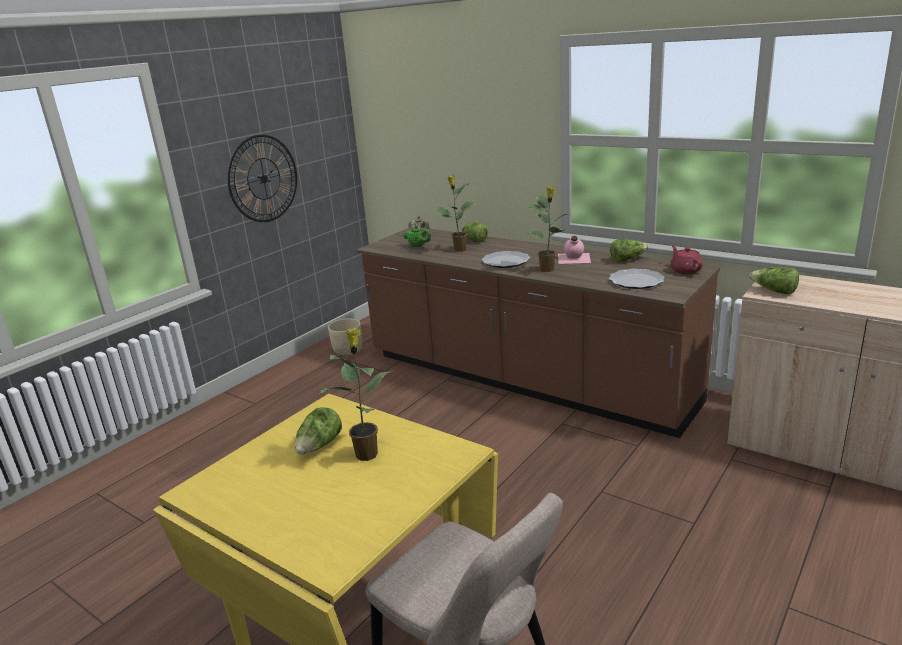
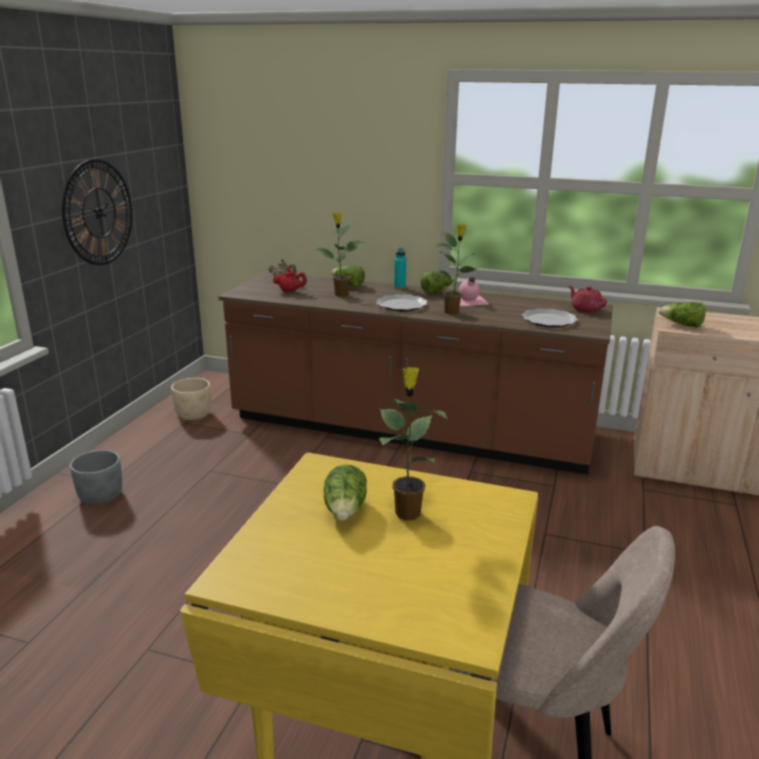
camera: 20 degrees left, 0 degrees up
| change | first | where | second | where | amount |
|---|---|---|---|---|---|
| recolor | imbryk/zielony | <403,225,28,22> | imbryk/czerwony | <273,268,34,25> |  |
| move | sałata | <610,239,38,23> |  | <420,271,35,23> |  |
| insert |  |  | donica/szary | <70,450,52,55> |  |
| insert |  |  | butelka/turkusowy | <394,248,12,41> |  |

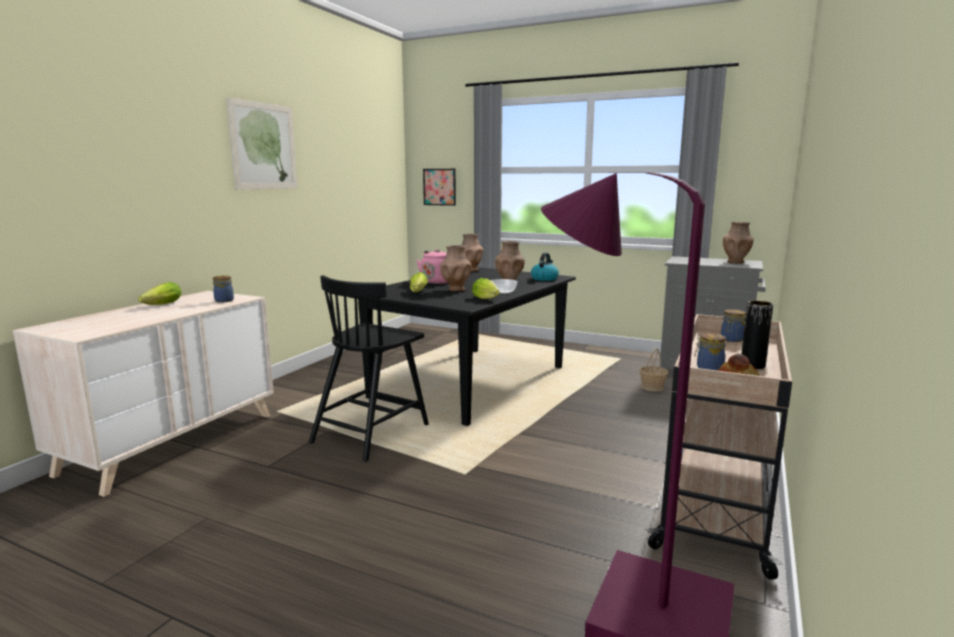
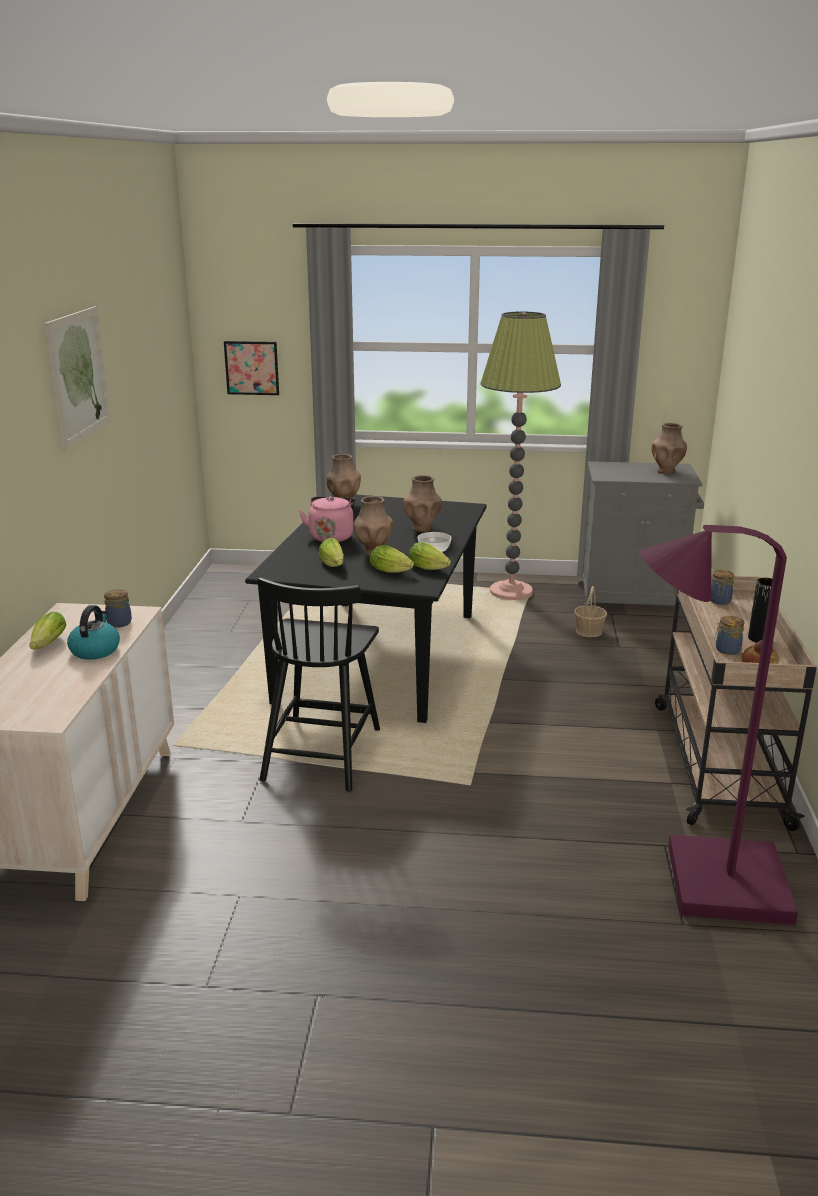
camera: 20 degrees left, 10 degrees up
| change | first | where | second | where | amount |
|---|---|---|---|---|---|
| move | czajnik | <531,253,28,28> |  | <67,605,53,55> |  |
| insert |  |  | sałata | <370,545,44,28> |  |
| insert |  |  | lampa stojąca | <480,312,81,288> |  |

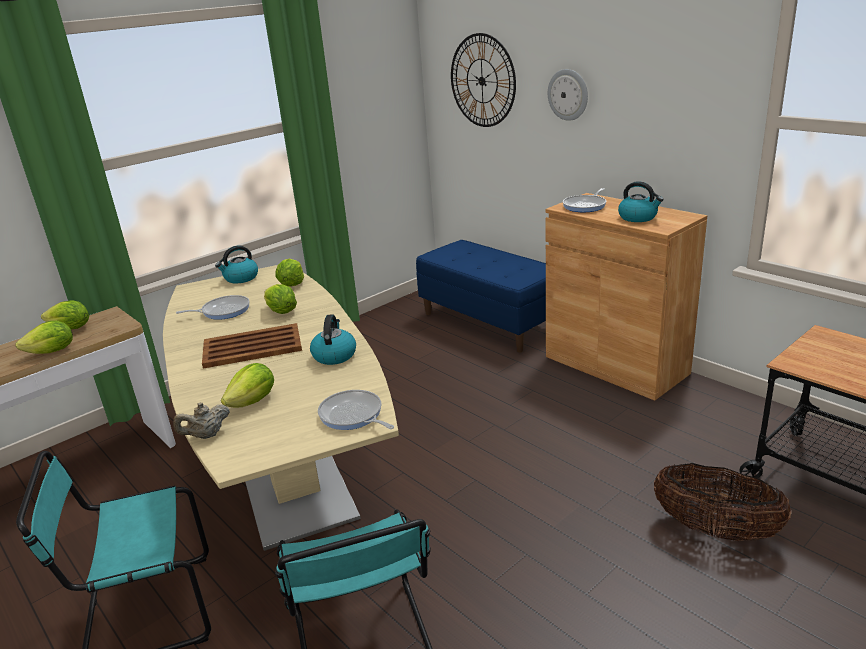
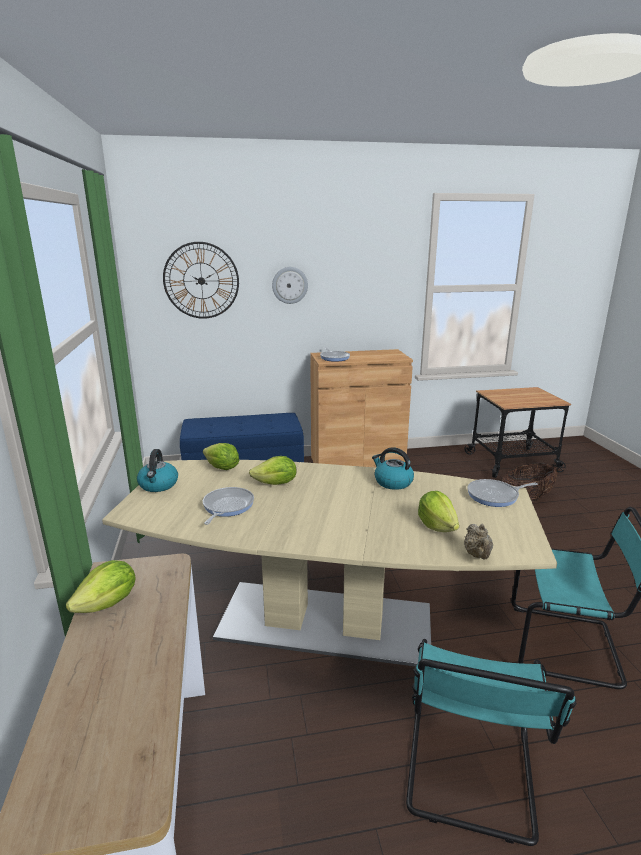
camera: 60 degrees left, 5 degrees down
| change | first | where | second | where | amount |
|---|---|---|---|---|---|
| delete | sałata | <16,320,57,34> |  |  |  |
| delete | taca/brązowy | <202,323,100,46> |  |  |  |
| delete | czajnik | <618,181,46,41> |  |  |  |

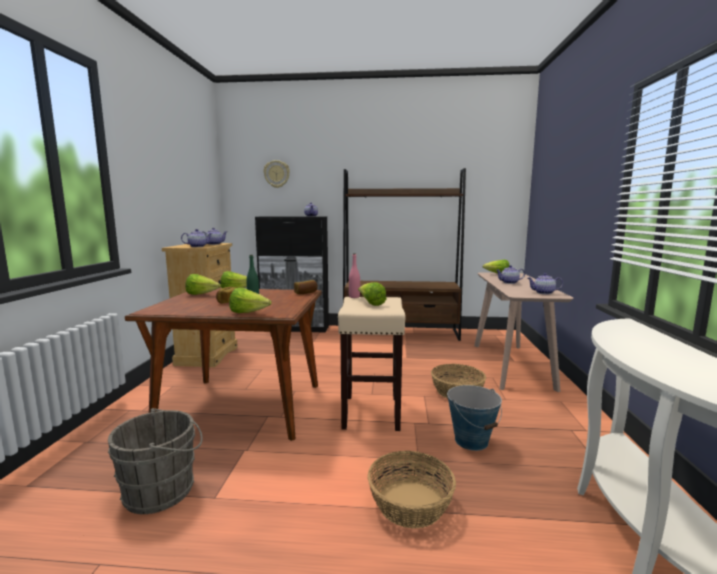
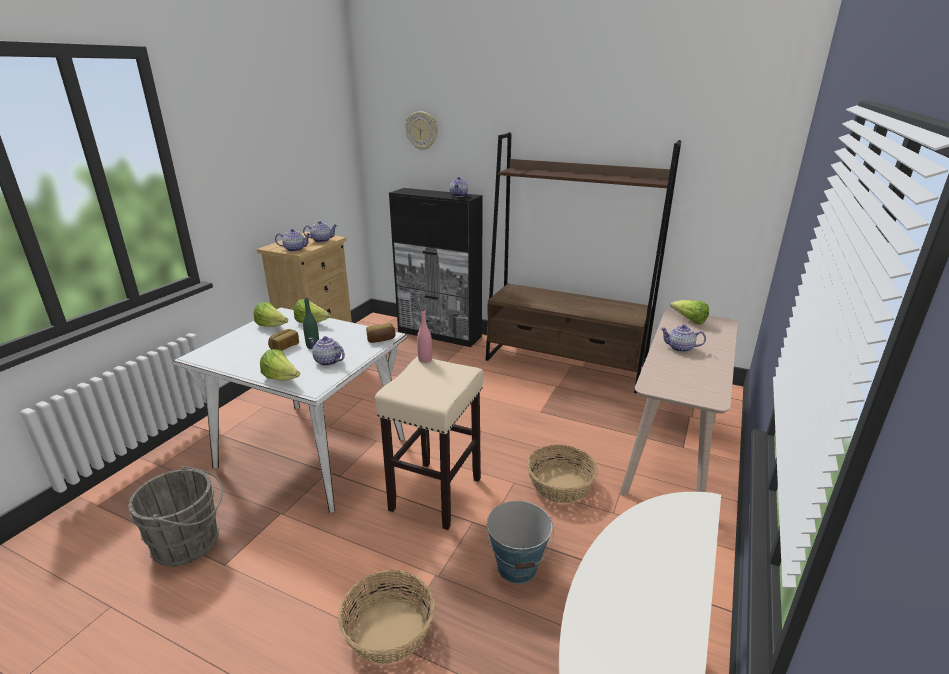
camera: 20 degrees right, 15 degrees up
| change | first | where | second | where | amount |
|---|---|---|---|---|---|
| recolor | stół jadalny/brązowy | <125,288,197,153> | stół jadalny/biały | <173,308,234,205> |  |
| delete | sałata | <358,282,28,24> |  |  |  |
| move | imbryk | <528,273,35,21> |  | <309,336,36,30> |  |

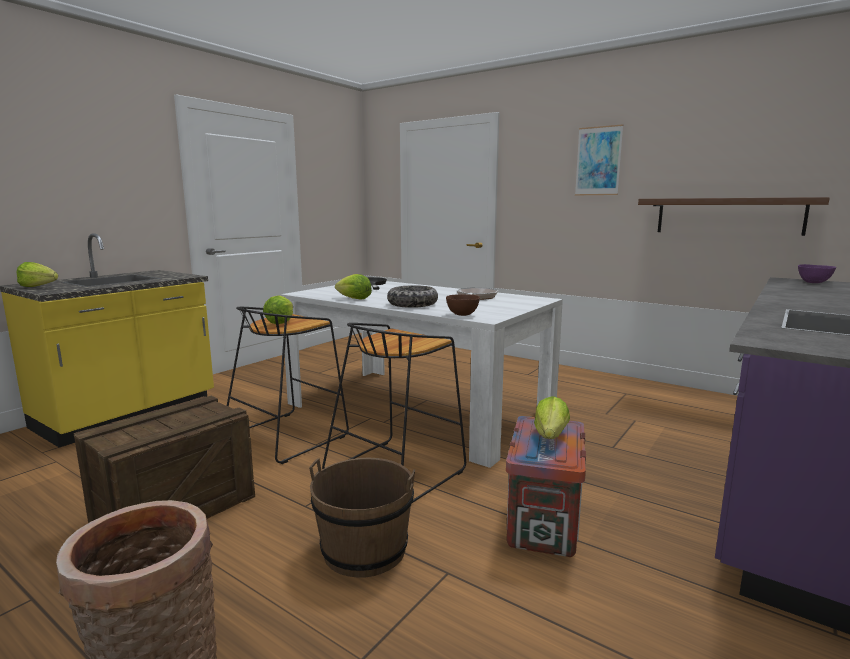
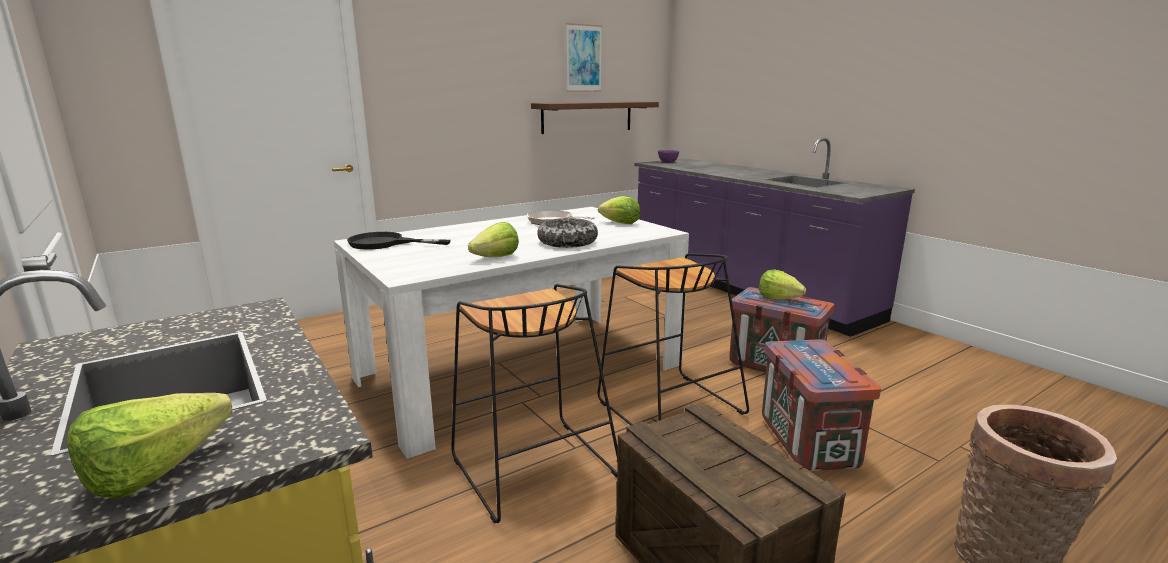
camera: 70 degrees left, 5 degrees up
| change | first | where | second | where | amount |
|---|---|---|---|---|---|
| move | sałata | <263,295,30,29> |  | <598,196,42,28> |  |
| replace | wiadro/brązowy | <309,458,106,120> | skrzynka | <762,339,119,132> |  |
| delete | miska/brązowy | <446,294,34,22> |  |  |  |
| move | obraz | <575,124,48,72> |  | <566,23,36,69> |  |

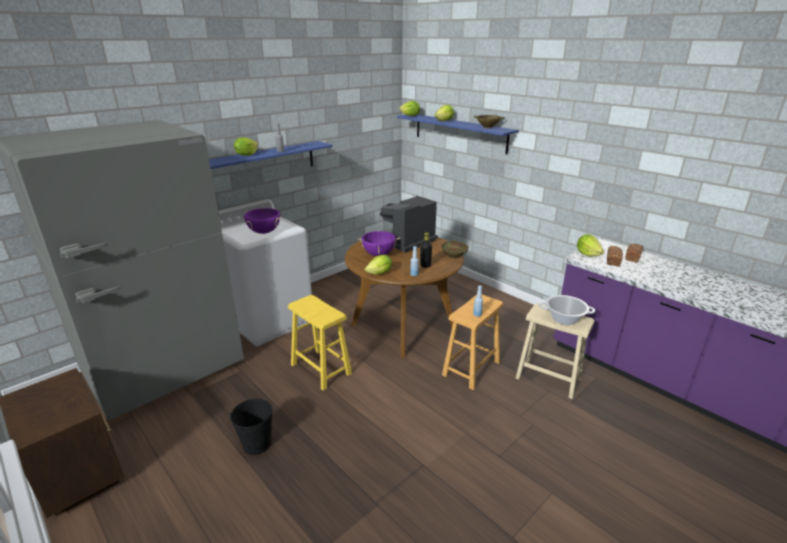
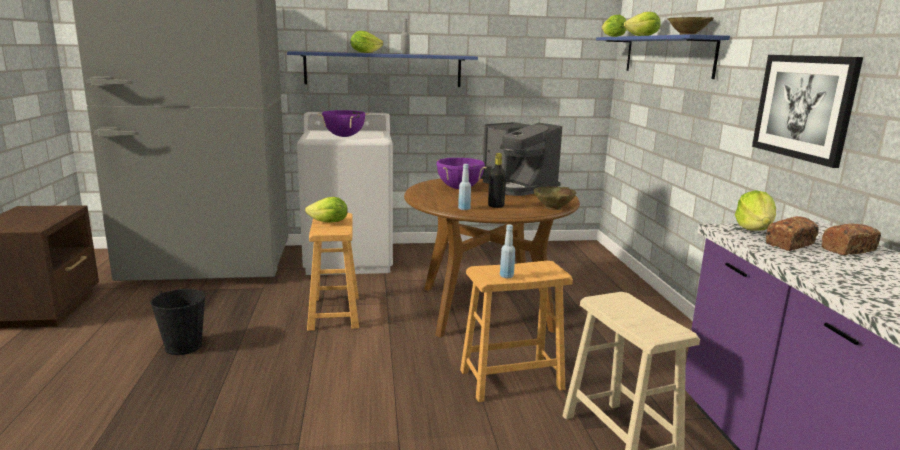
camera: 35 degrees right, 10 degrees down
| change | first | where | second | where | amount |
|---|---|---|---|---|---|
| recolor | stołek/żółty | <288,295,64,95> | stołek/brązowy | <307,213,52,118> |  |
| move | sałata | <364,255,28,20> |  | <305,197,43,26> |  |
| rotate | ekspres do kawy | <380,196,58,56> |  | <480,122,82,74> | 120 degrees counterclockwise |
| delete | garnek | <539,295,56,30> |  |  |  |
| insert |  |  | obraz | <752,55,111,113> |  |

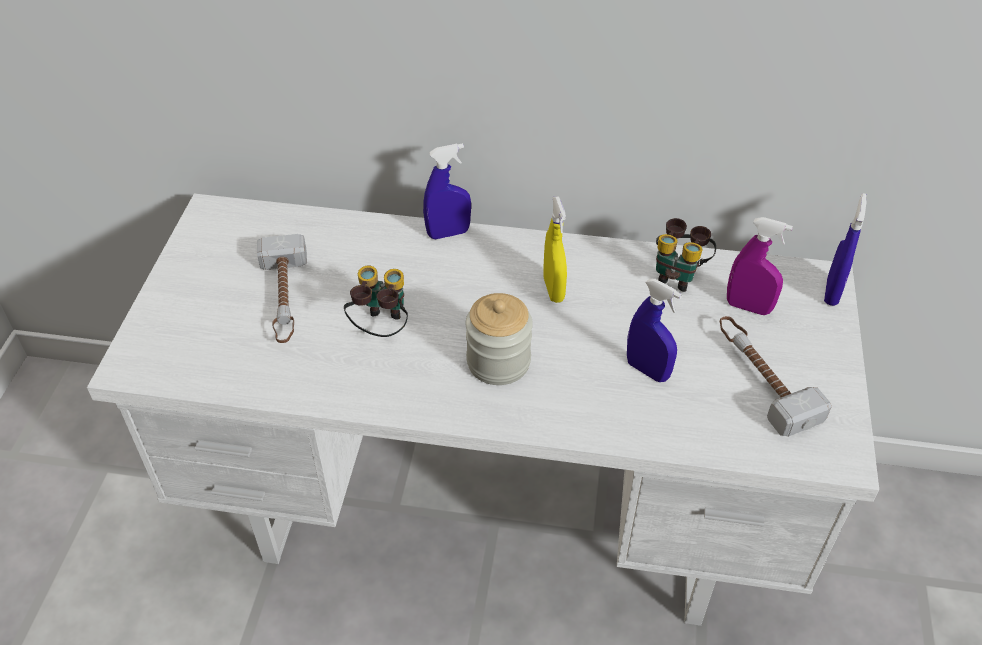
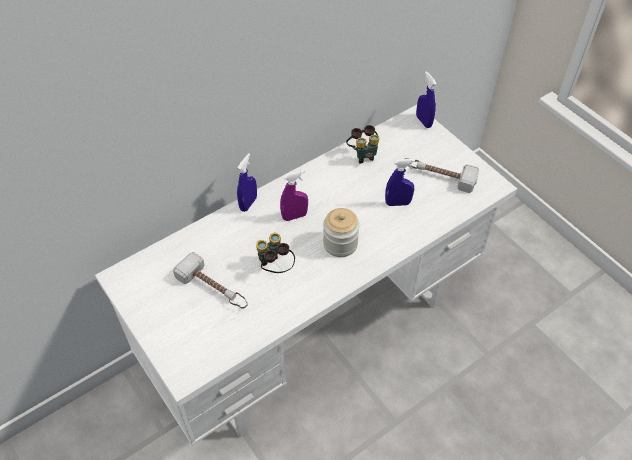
camera: 45 degrees left, 5 degrees up
| change | first | where | second | where | amount |
|---|---|---|---|---|---|
| delete | spryskiwacz/żółty | <543,196,24,107> |  |  |  |
| move | spryskiwacz/fioletowy | <727,217,66,98> |  | <280,170,28,51> |  |

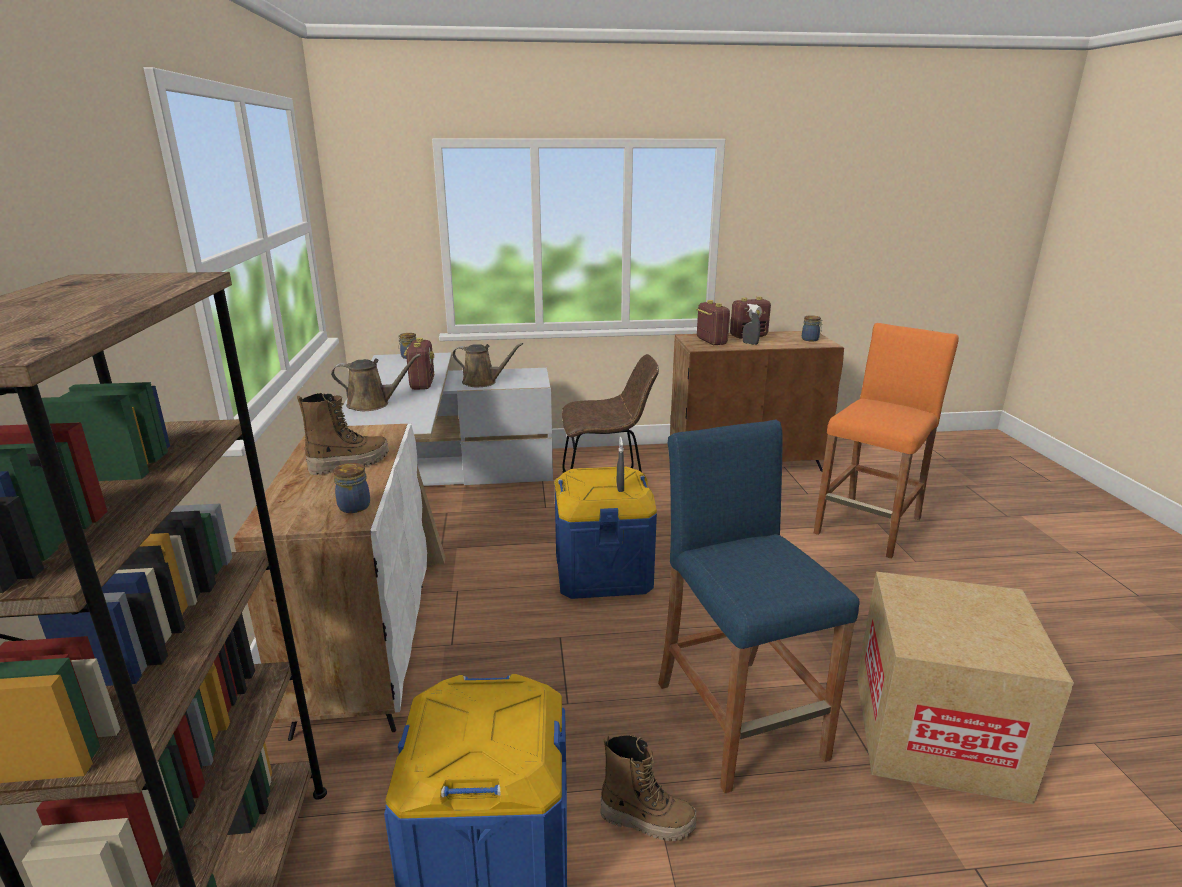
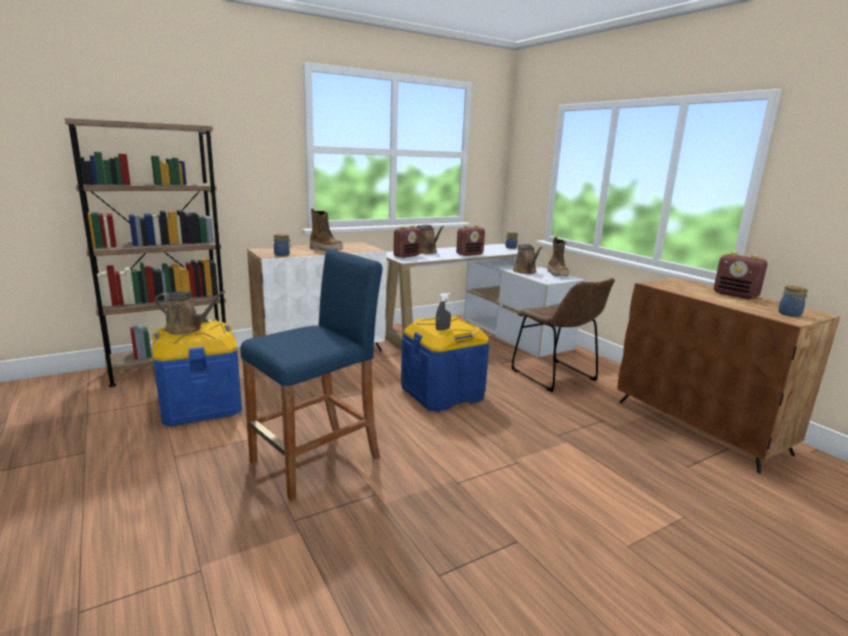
camera: 65 degrees right, 5 degrees down
| change | first | where | second | where | amount |
|---|---|---|---|---|---|
| move | but z cholewką | <600,734,96,107> |  | <547,237,22,39> |  |
| move | radio | <696,300,34,45> |  | <393,225,28,33> |  |
| delete | spryskiwacz/szary | <743,304,17,41> |  |  |  |
| delete | stołek/pomarańczowy | <814,323,145,236> |  |  |  |
| delete | karton | <857,571,217,233> |  |  |  |
| insert |  |  | konewka/brązowy | <155,291,71,44> |  |

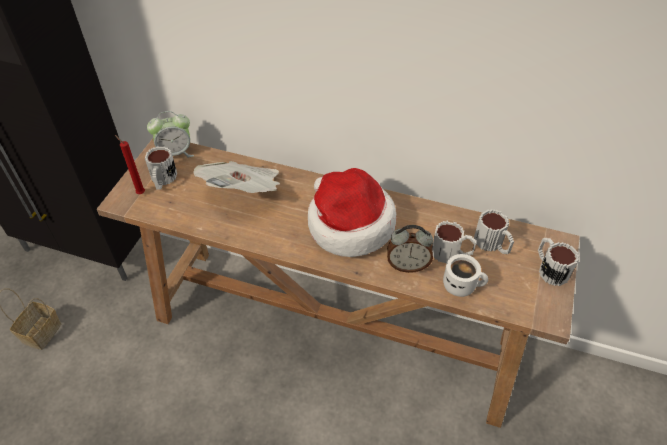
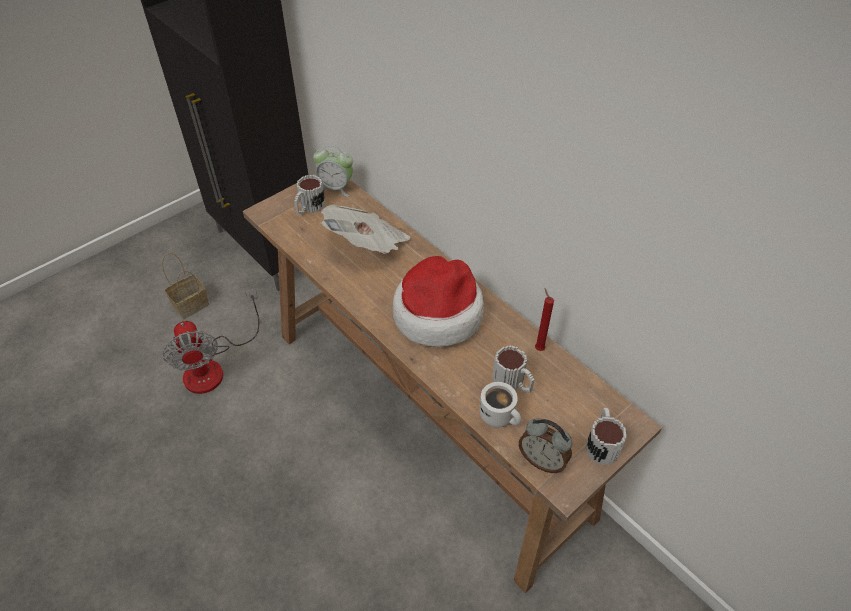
camera: 30 degrees right, 0 degrees up
| change | first | where | second | where | amount |
|---|---|---|---|---|---|
| move | świeca/czerwony | <115,135,30,59> |  | <535,288,19,63> |  |
| move | budzik | <387,225,46,48> |  | <519,418,53,55> |  |
| delete | kubek | <474,209,40,45> |  |  |  |
| insert |  |  | wentylator | <163,289,96,105> |  |

